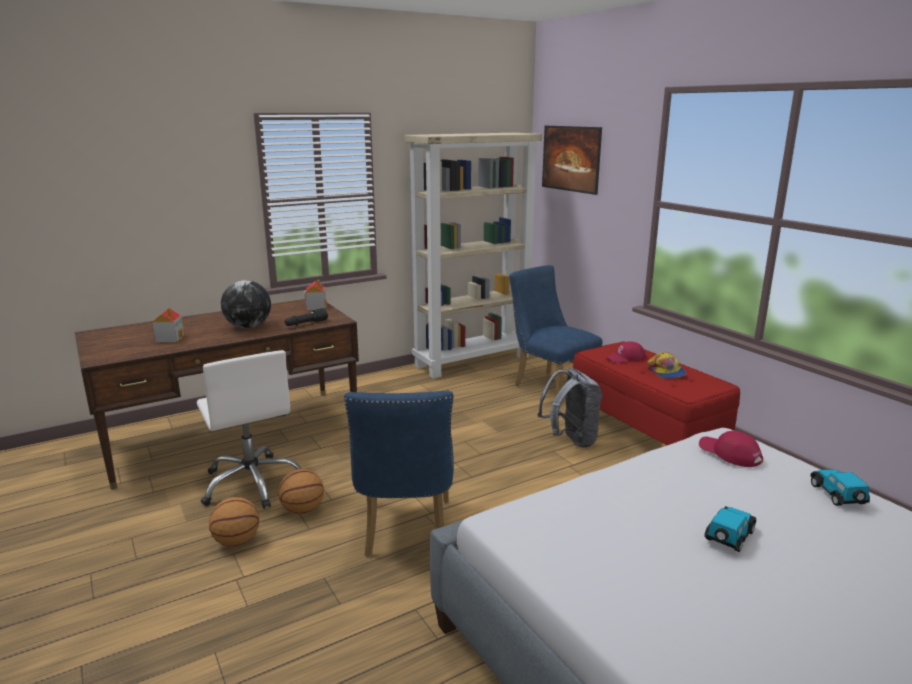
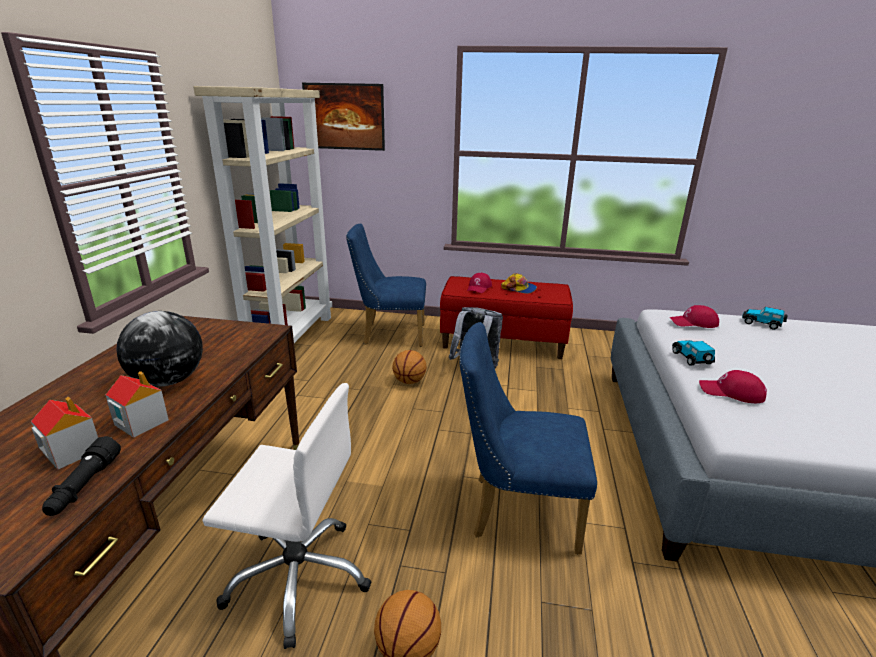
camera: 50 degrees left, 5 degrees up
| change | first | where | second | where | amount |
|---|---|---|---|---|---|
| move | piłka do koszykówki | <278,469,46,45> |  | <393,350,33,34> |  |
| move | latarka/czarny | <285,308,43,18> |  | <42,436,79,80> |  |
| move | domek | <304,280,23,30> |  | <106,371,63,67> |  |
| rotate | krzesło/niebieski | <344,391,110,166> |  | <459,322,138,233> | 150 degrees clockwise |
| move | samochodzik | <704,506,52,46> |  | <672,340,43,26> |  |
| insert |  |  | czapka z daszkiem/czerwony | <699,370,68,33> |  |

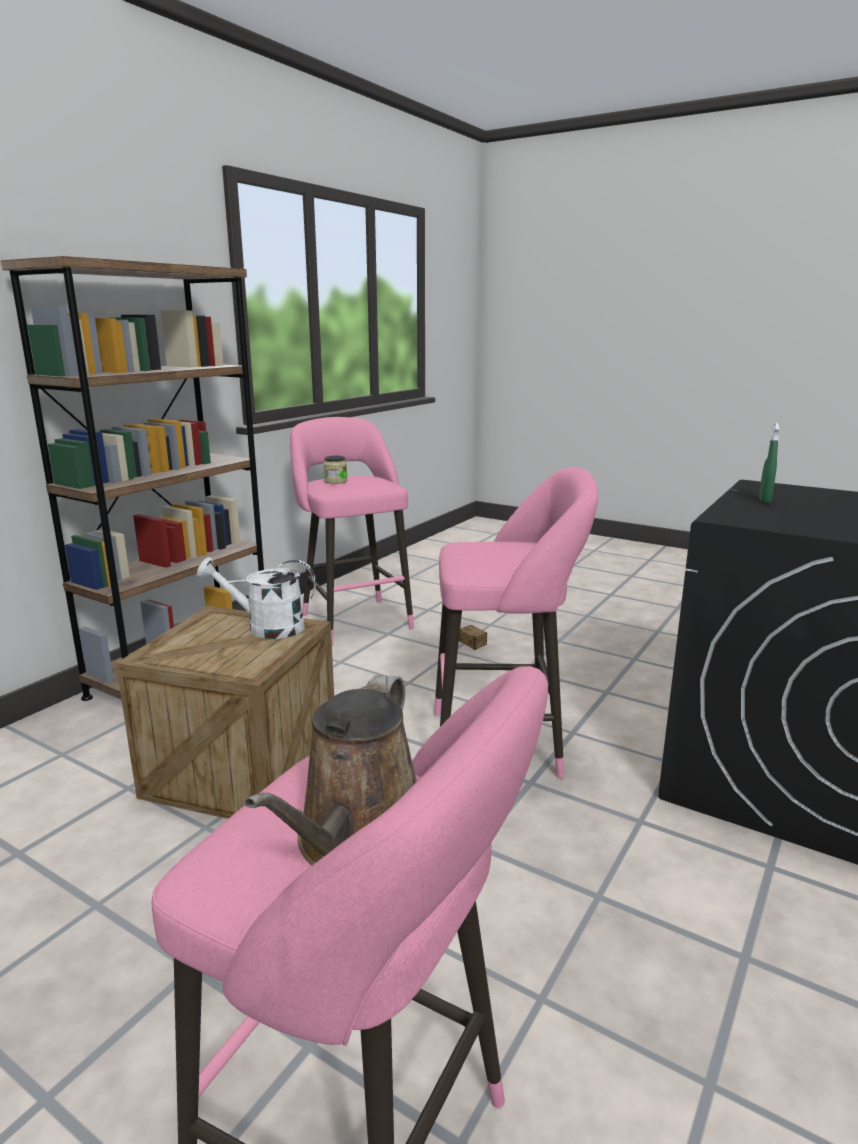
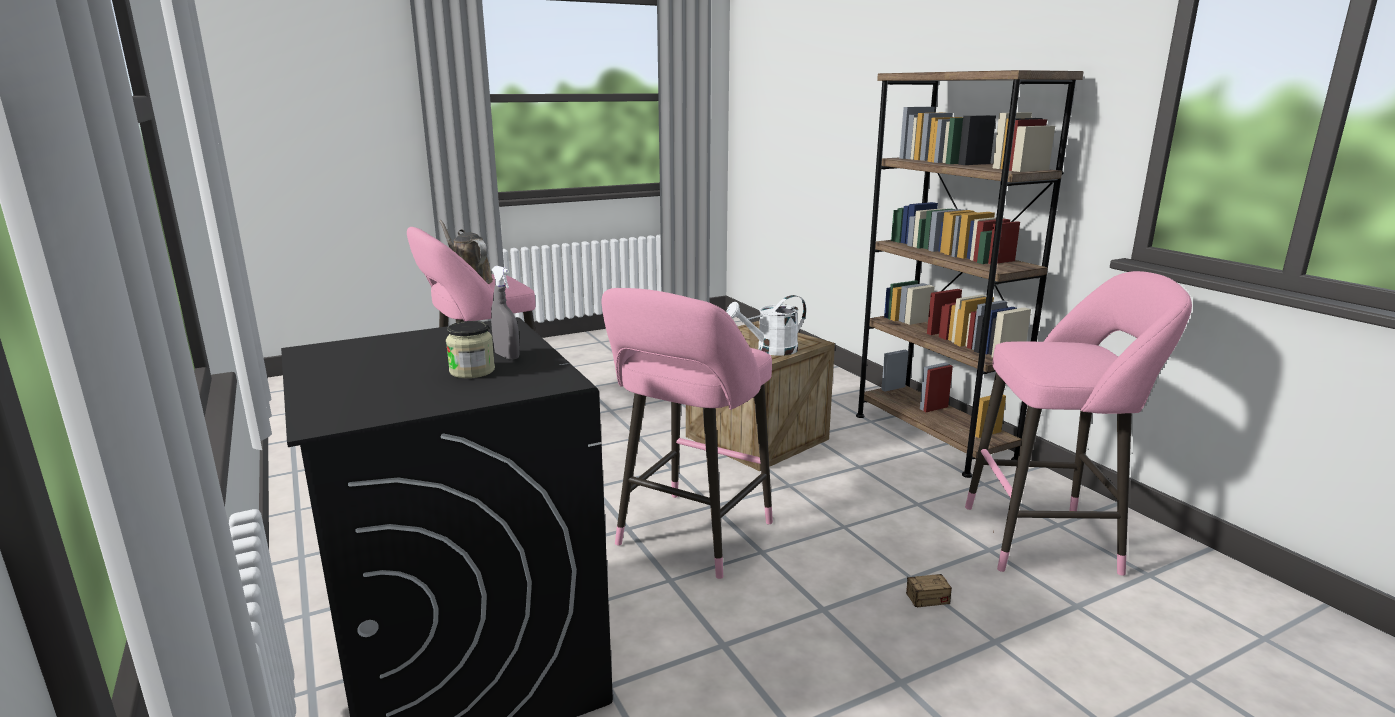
camera: 120 degrees right, 0 degrees up
| change | first | where | second | where | amount |
|---|---|---|---|---|---|
| rotate | konewka/biały | <197,557,119,82> |  | <726,295,80,61> | 150 degrees counterclockwise |
| move | słoik | <324,456,23,28> |  | <446,321,49,57> |  |
| recolor | spryskiwacz/zielony | <759,422,21,82> | spryskiwacz/szary | <491,266,29,94> |  |

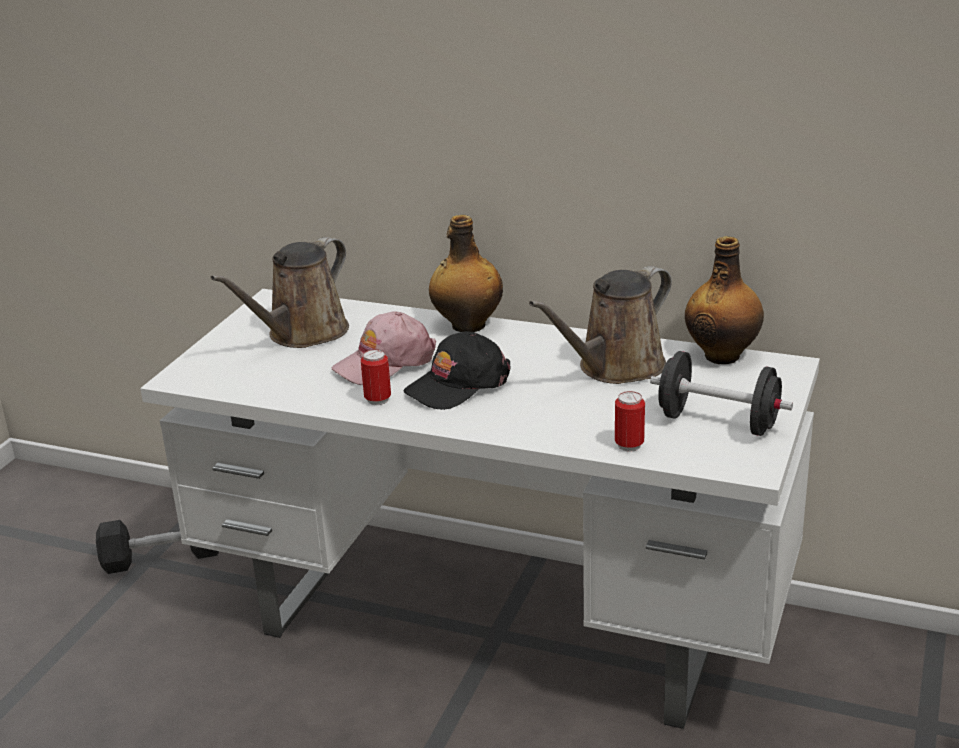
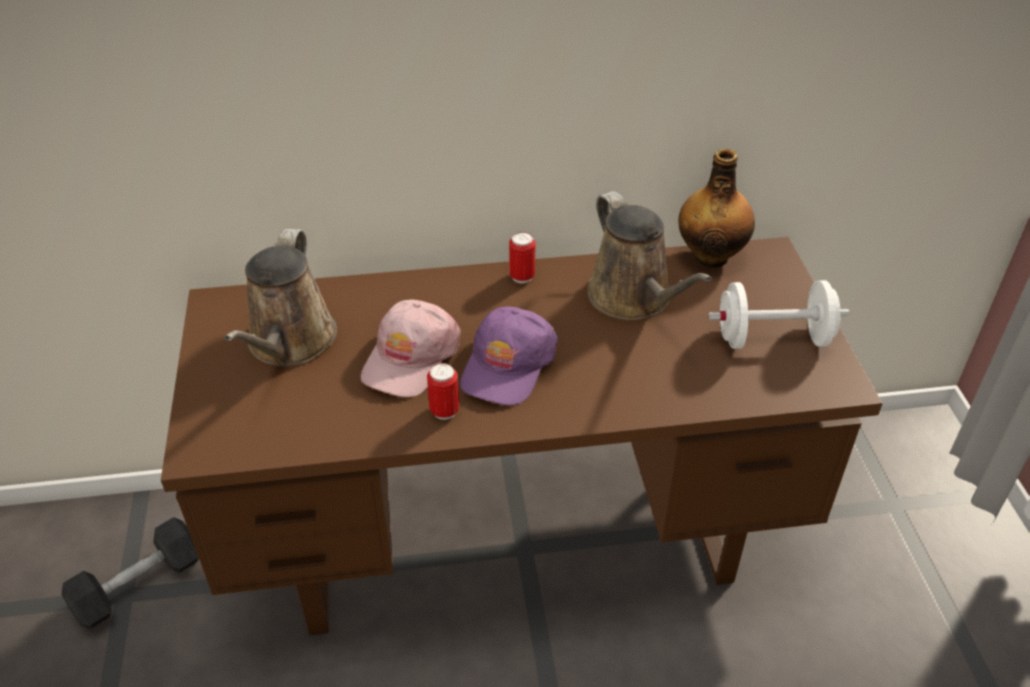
camera: 30 degrees left, 15 degrees up
| change | first | where | second | where | amount |
|---|---|---|---|---|---|
| recolor | biurko/biały | <140,289,680,440> | biurko/brązowy | <161,237,722,399> |  |
| recolor | czapka z daszkiem/czarny | <404,331,106,79> | czapka z daszkiem/fioletowy | <460,306,98,99> |  |
| delete | butelka | <429,215,74,117> |  |  |  |
| rotate | konewka/brązowy | <529,266,143,118> |  | <587,191,125,129> | 45 degrees counterclockwise |
| move | puszka | <615,391,30,60> |  | <509,232,27,51> |  |
| recolor | hantel/czarny | <650,351,143,85> | hantel/biały | <709,280,140,69> |  |

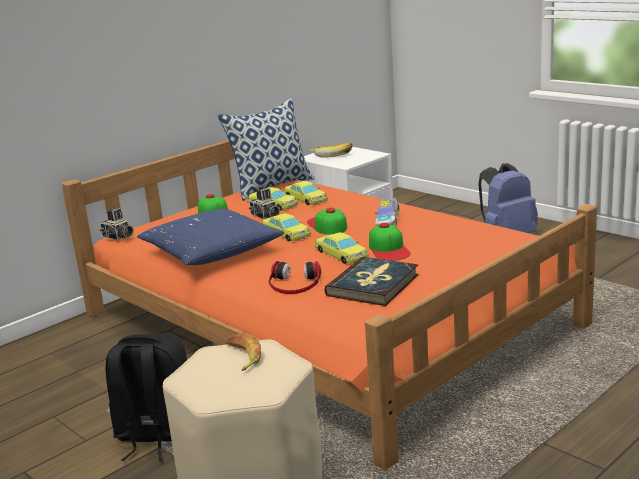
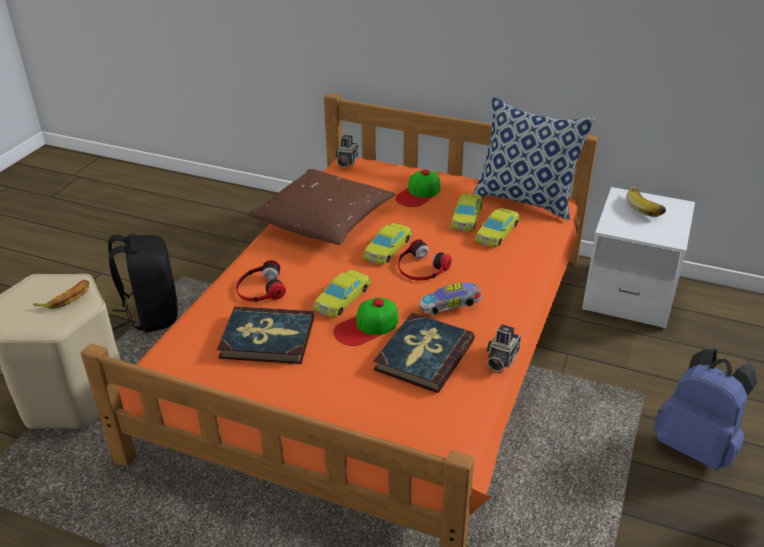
camera: 65 degrees right, 15 degrees up
| change | first | where | second | where | amount |
|---|---|---|---|---|---|
| recolor | poduszka/niebieski | <137,208,147,57> | poduszka/brązowy | <247,169,148,76> |  |
| move | aparat fotograficzny | <249,188,31,31> |  | <487,324,34,48> |  |
| replace | czapka z daszkiem | <307,208,40,27> | słuchawki | <398,239,54,41> |  |
| insert |  |  | książka | <374,313,101,80> |  |

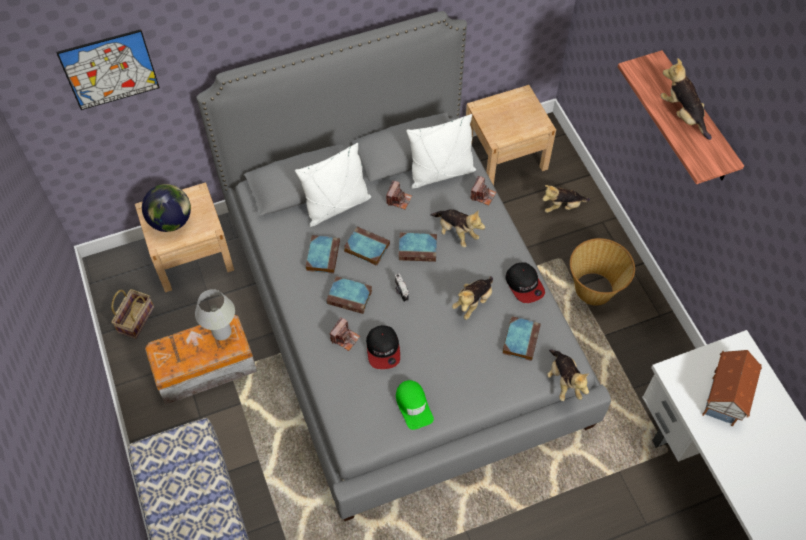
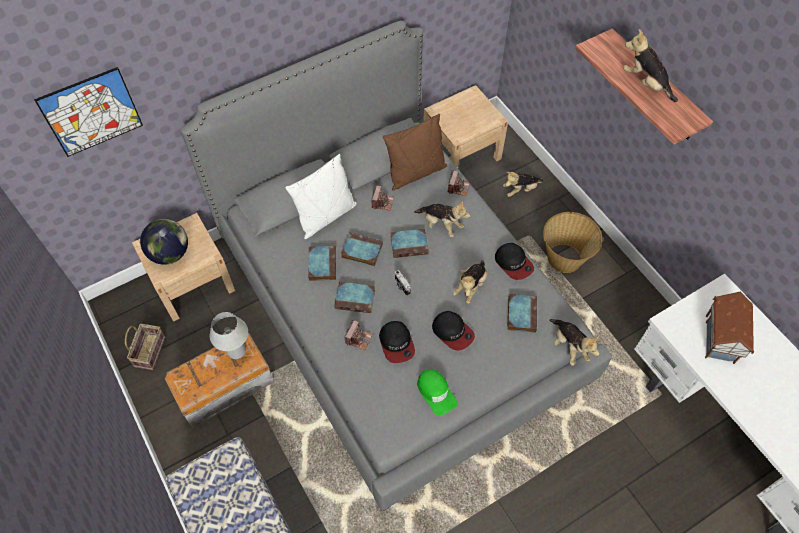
camera: 10 degrees left, 0 degrees up
| change | first | where | second | where | amount |
|---|---|---|---|---|---|
| recolor | poduszka/biały | <406,114,70,75> | poduszka/brązowy | <383,114,64,77> |  |
| insert |  |  | czapka z daszkiem | <432,311,43,40> |  |

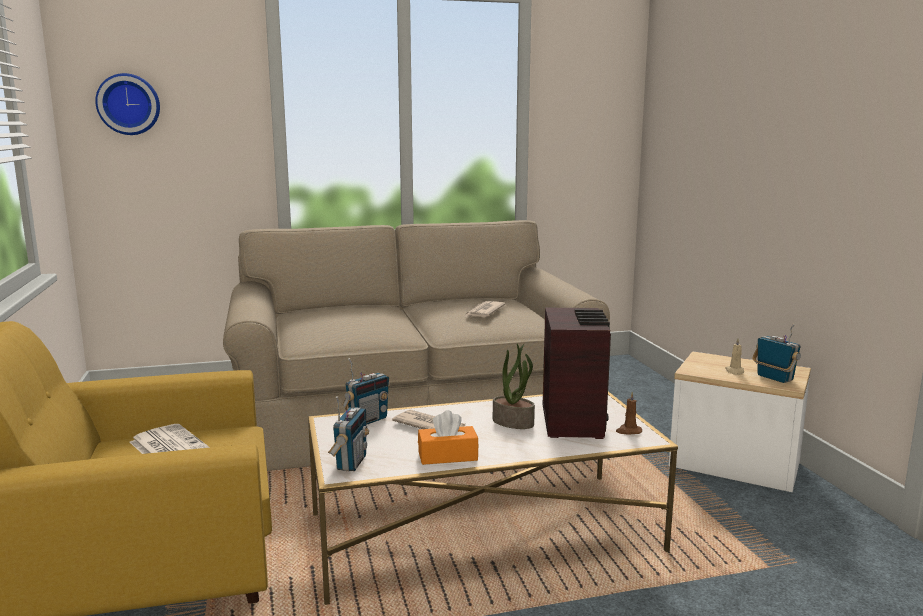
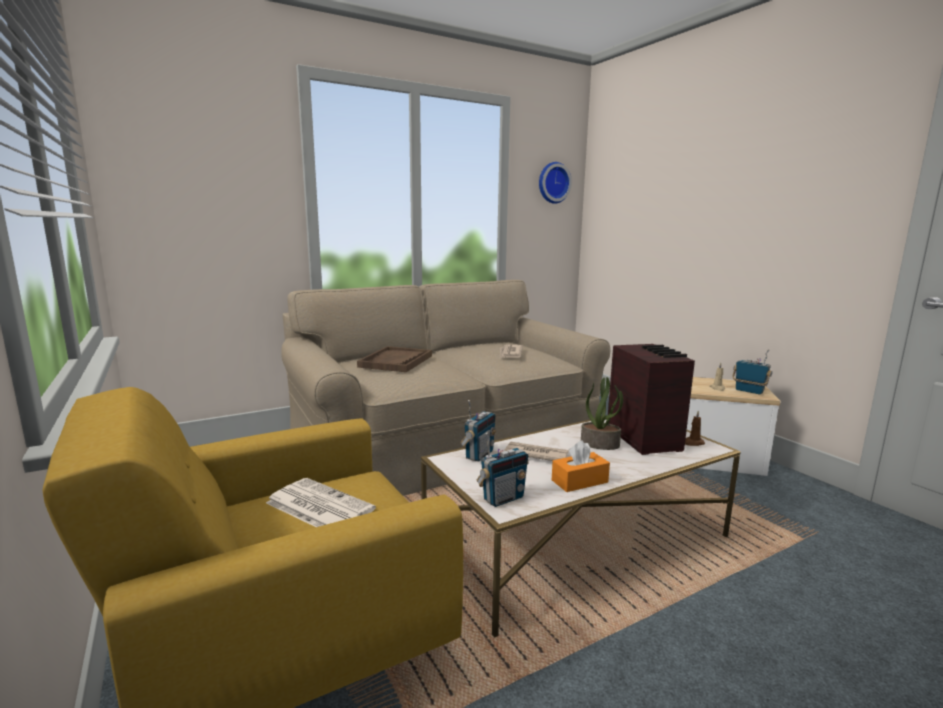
camera: 15 degrees left, 0 degrees up
| change | first | where | second | where | amount |
|---|---|---|---|---|---|
| move | zegar ścienny | <95,73,65,62> |  | <539,162,33,42> |  |
| rotate | radio | <328,396,41,75> |  | <476,433,53,74> | 60 degrees clockwise |
| insert |  |  | taca/brązowy | <357,346,75,26> |  |

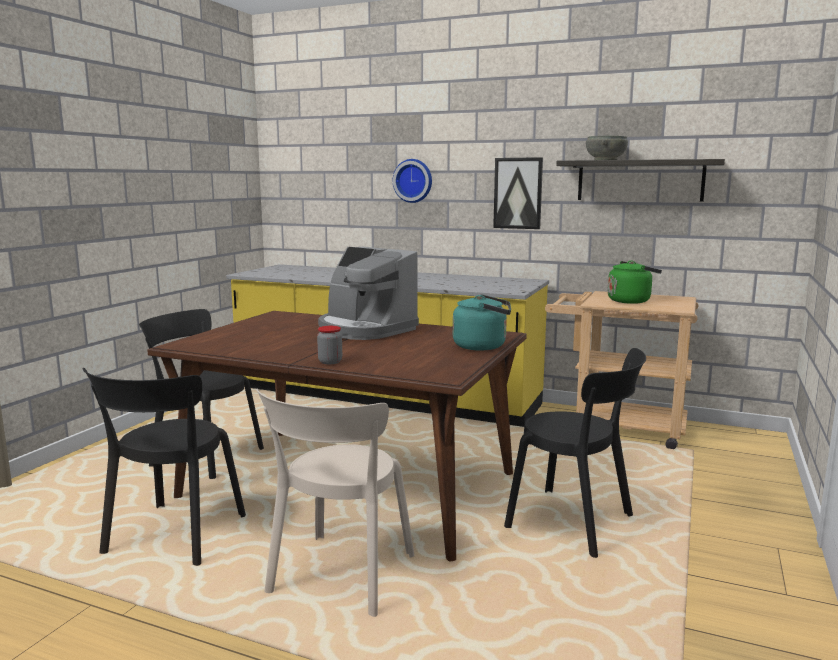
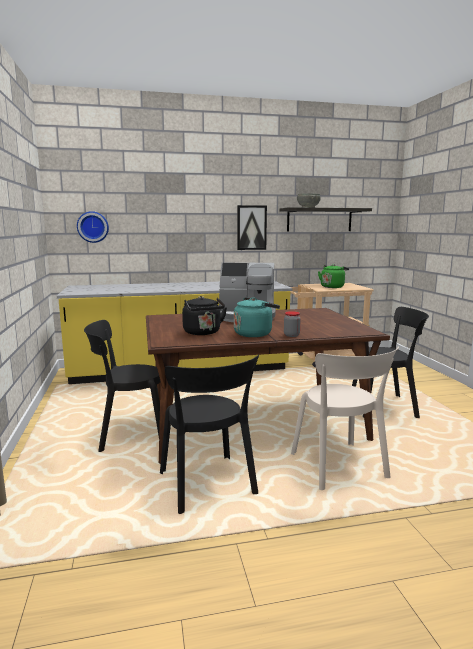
camera: 35 degrees left, 0 degrees up
| change | first | where | second | where | amount |
|---|---|---|---|---|---|
| move | zegar ścienny | <393,159,39,44> |  | <77,211,32,32> |  |
| move | czajnik/turkusowy | <453,294,58,57> |  | <234,297,46,40> |  |
| insert |  |  | czajnik/czarny | <182,296,45,39> |  |

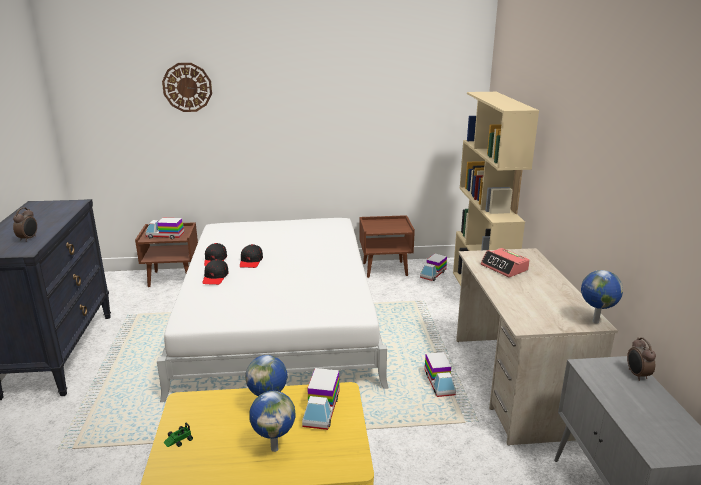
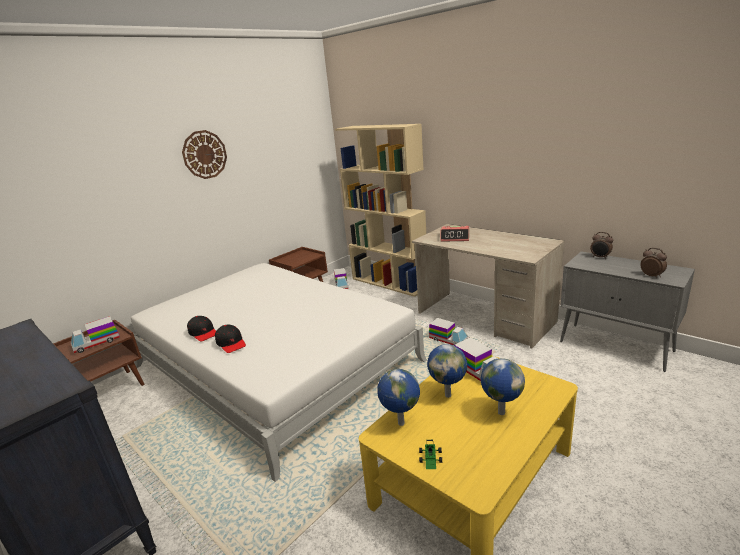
camera: 40 degrees left, 0 degrees up
| change | first | where | second | where | amount |
|---|---|---|---|---|---|
| move | budzik | <13,207,24,35> |  | <640,248,27,30> |  |
| move | zegar ścienny | <162,63,50,49> |  | <182,130,45,49> |  |
| delete | czapka z daszkiem/czarny | <240,244,23,24> |  |  |  |
| move | globus | <581,270,42,54> |  | <377,369,43,57> |  |

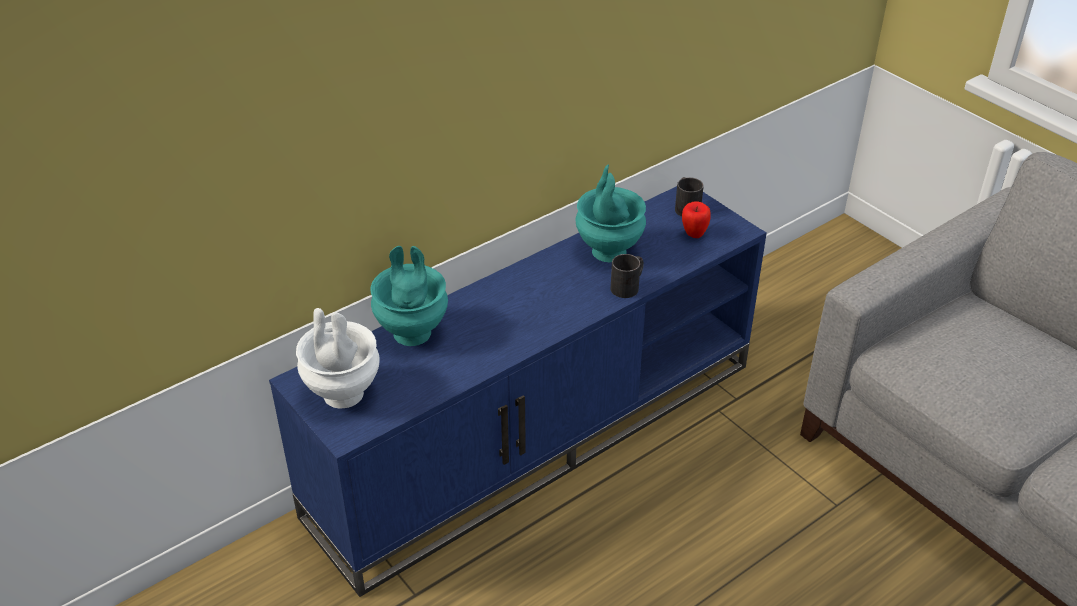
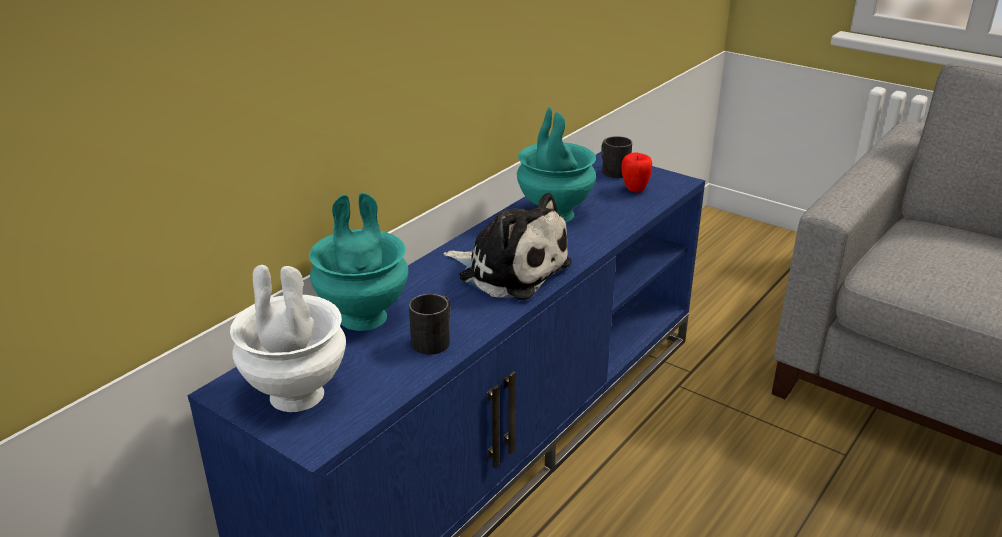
camera: 15 degrees left, 10 degrees down
| change | first | where | second | where | amount |
|---|---|---|---|---|---|
| move | kubek/czarny | <611,254,33,44> |  | <409,294,42,61> |  |
| insert |  |  | pluszak | <443,193,129,107> |  |

